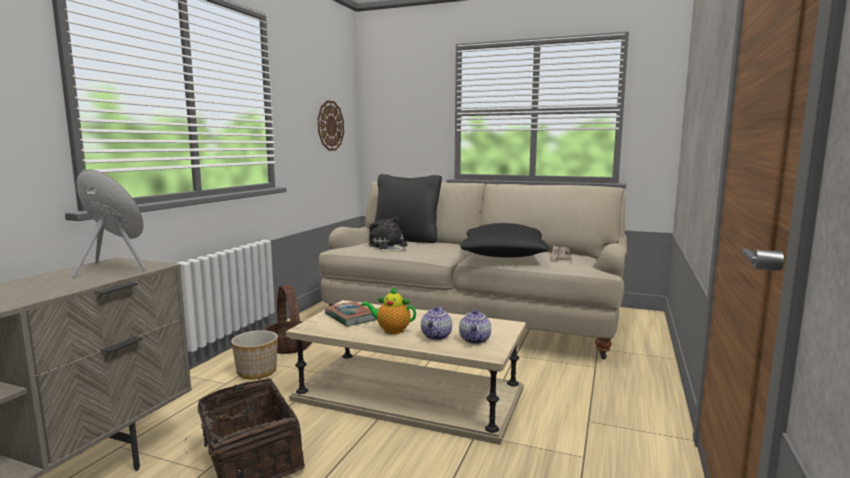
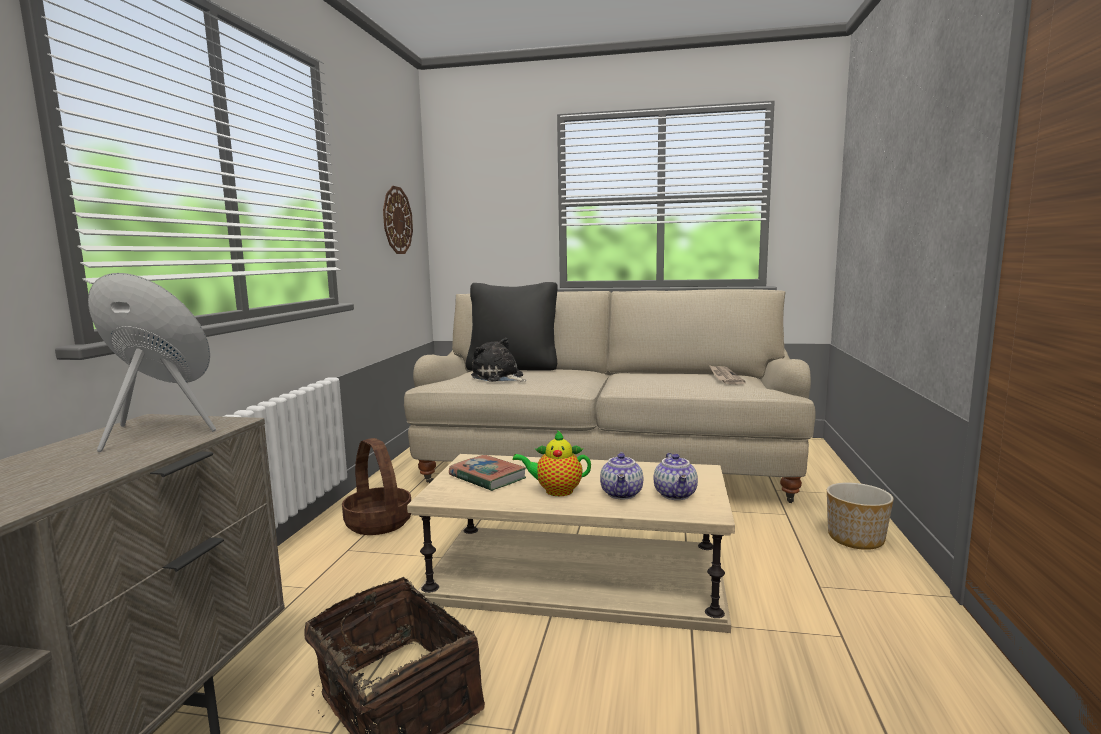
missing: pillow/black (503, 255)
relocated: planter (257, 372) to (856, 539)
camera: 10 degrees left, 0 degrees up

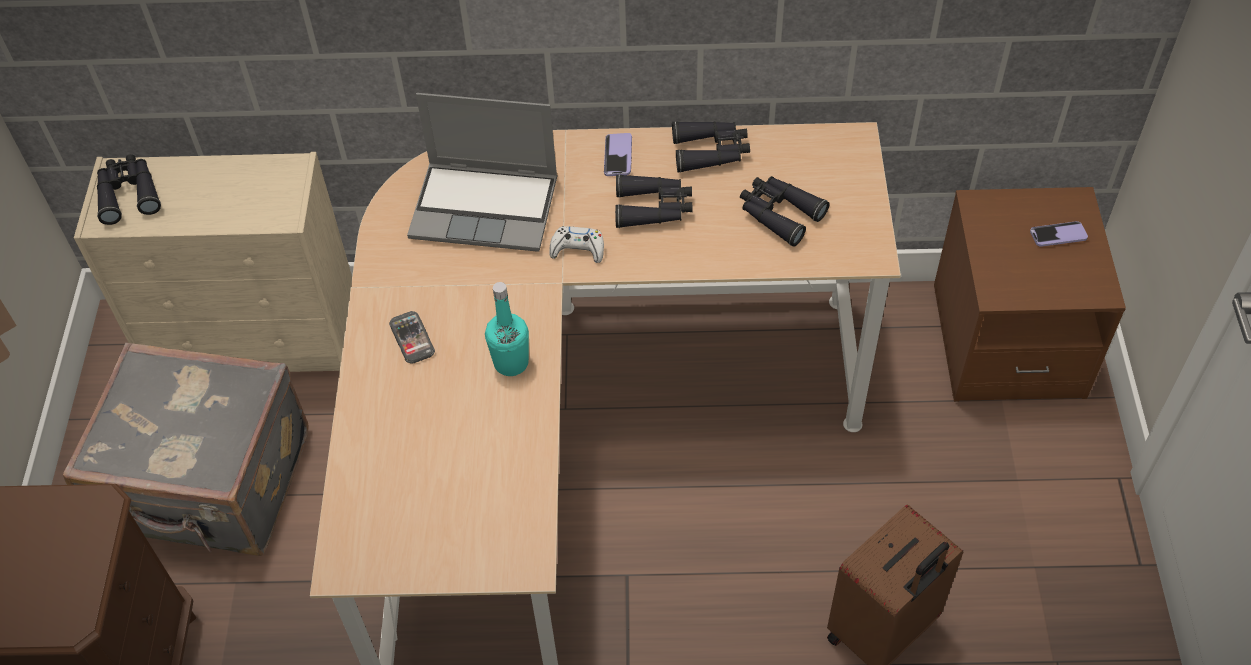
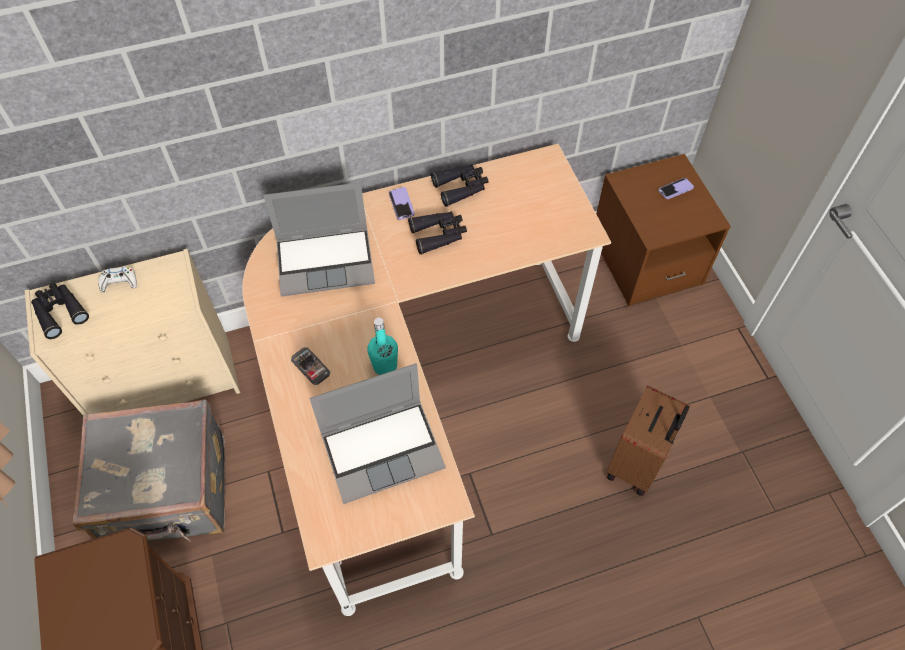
missing: binoculars/black (779, 214)
appeared: laptop (383, 449)
relocated: game controller/white (578, 249) to (119, 282)
camera: 20 degrees left, 5 degrees up

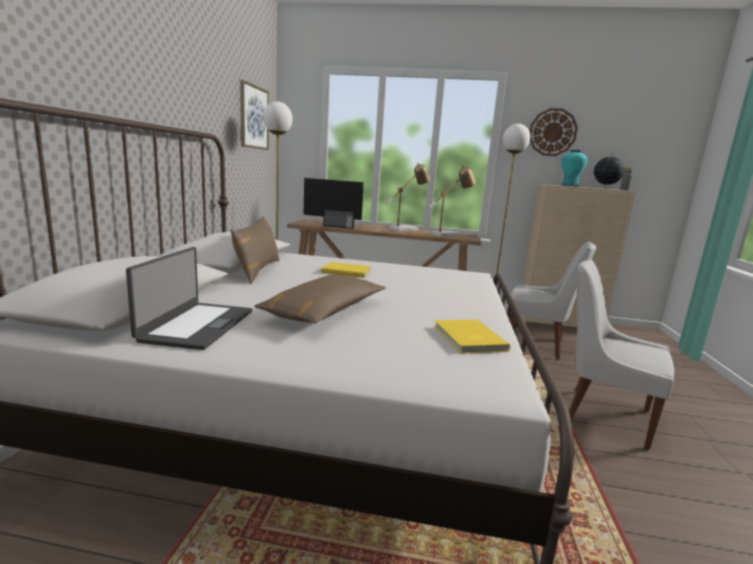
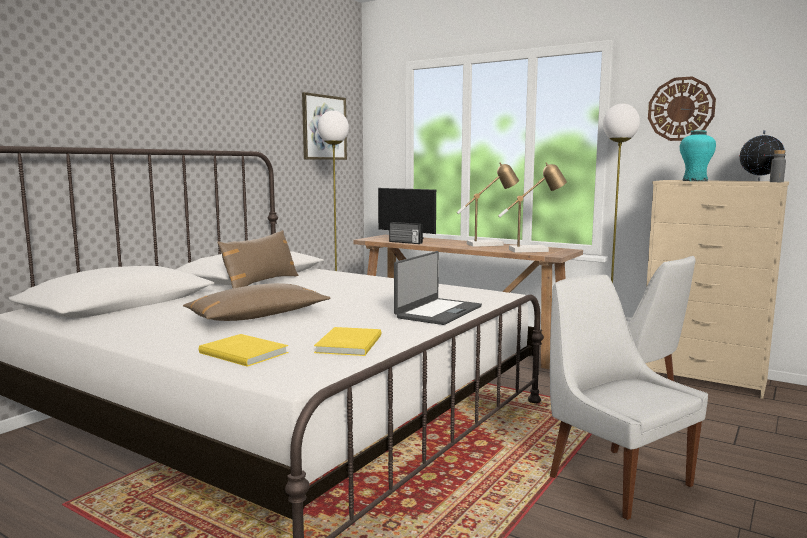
relocated: laptop (197, 325) to (438, 312); book/yellow (346, 271) to (244, 352)
camera: 25 degrees right, 5 degrees down

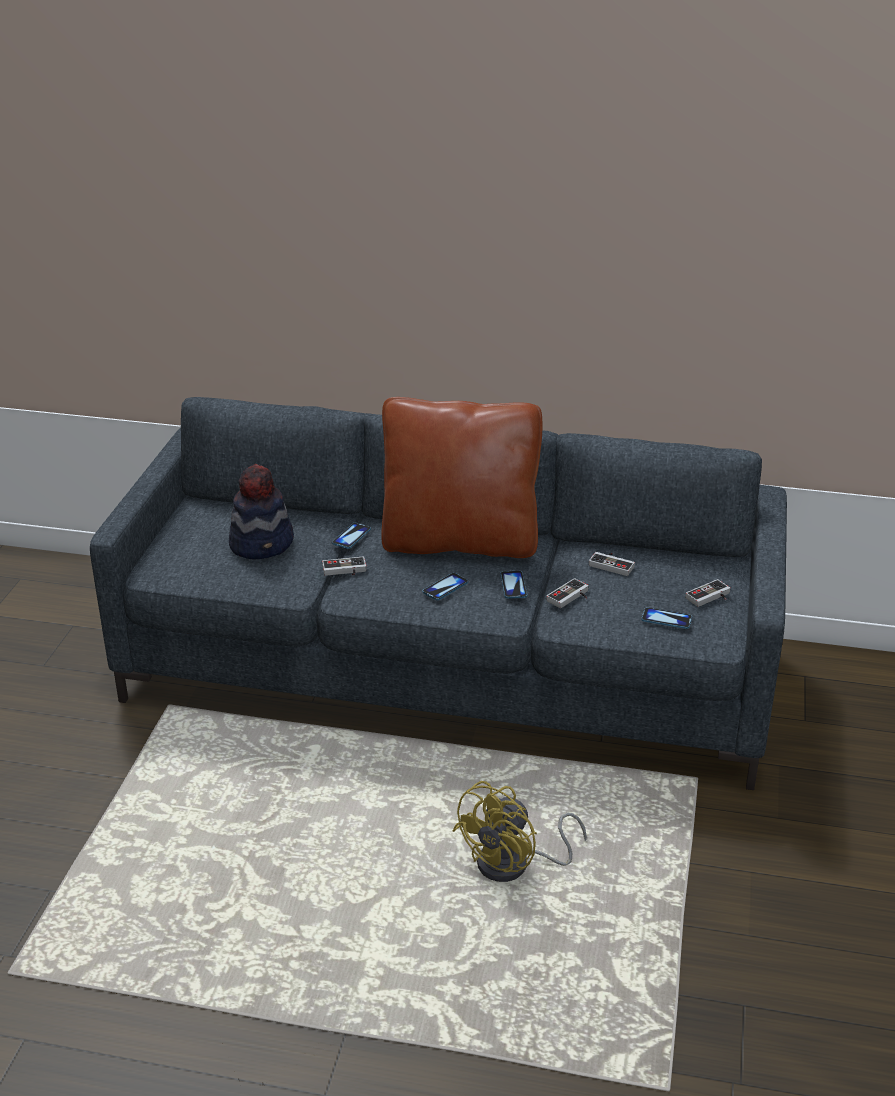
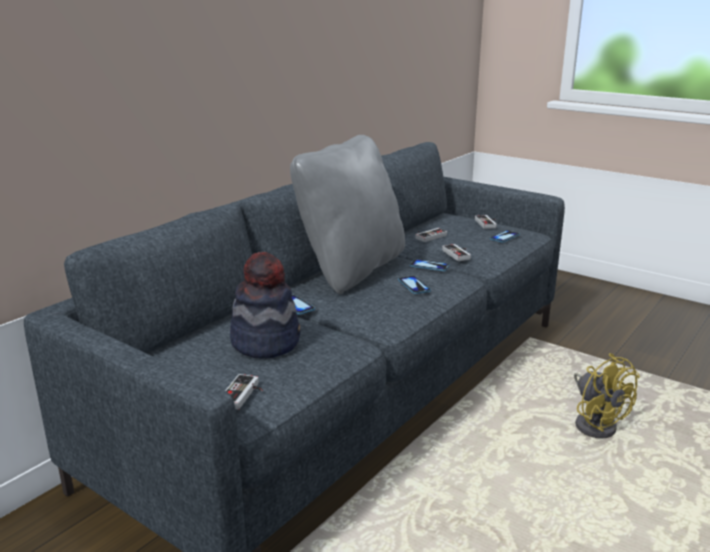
relocated: game controller (344, 571) to (244, 395)
colour: pillow/brown (460, 542) to pillow/grey (352, 270)
camera: 65 degrees left, 10 degrees down

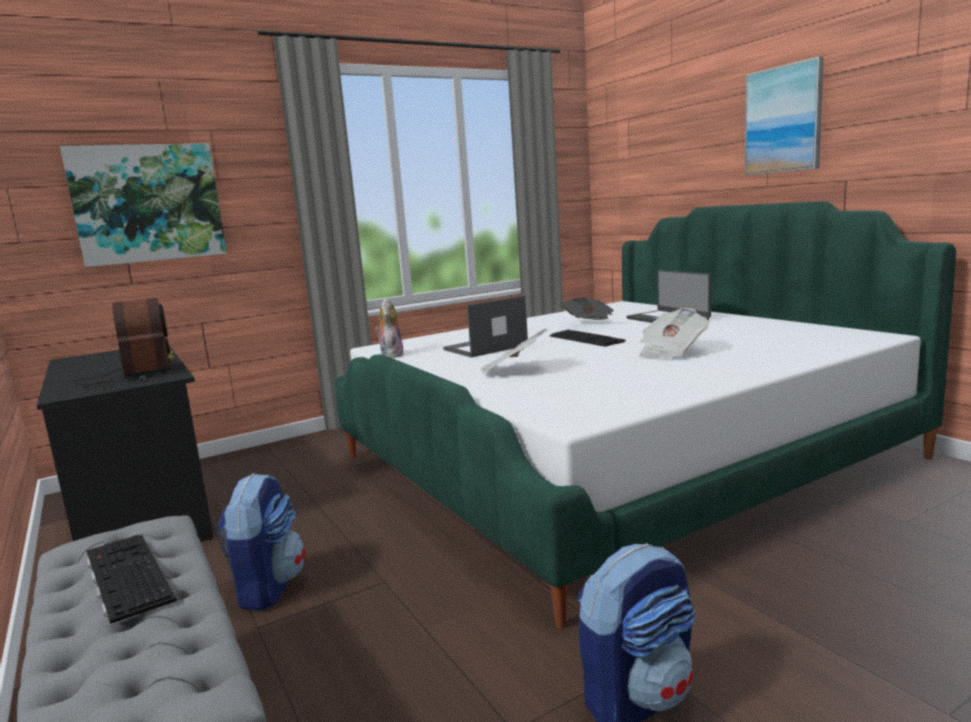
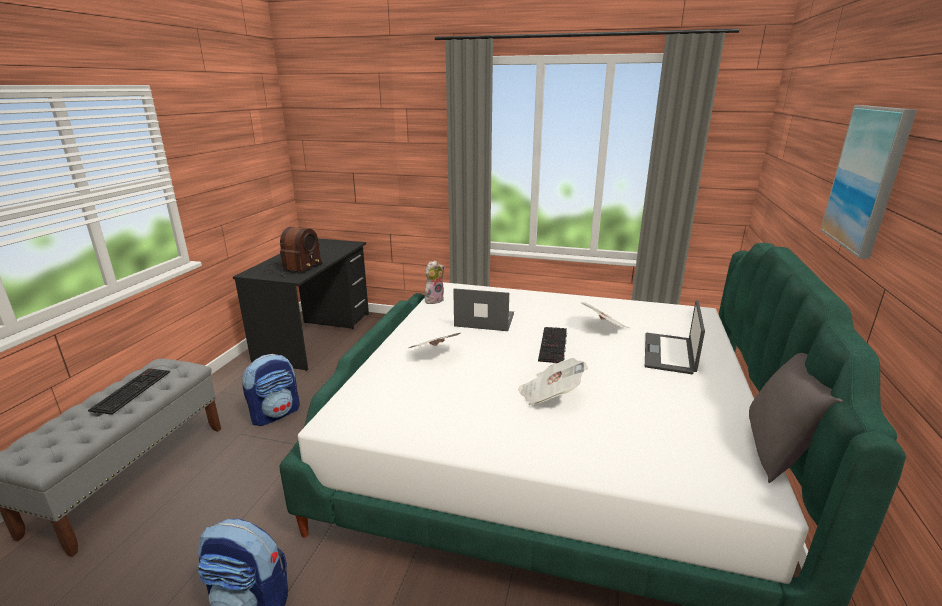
missing: picture (148, 203)
appeared: pillow/grey (777, 451)
camera: 45 degrees right, 10 degrees up

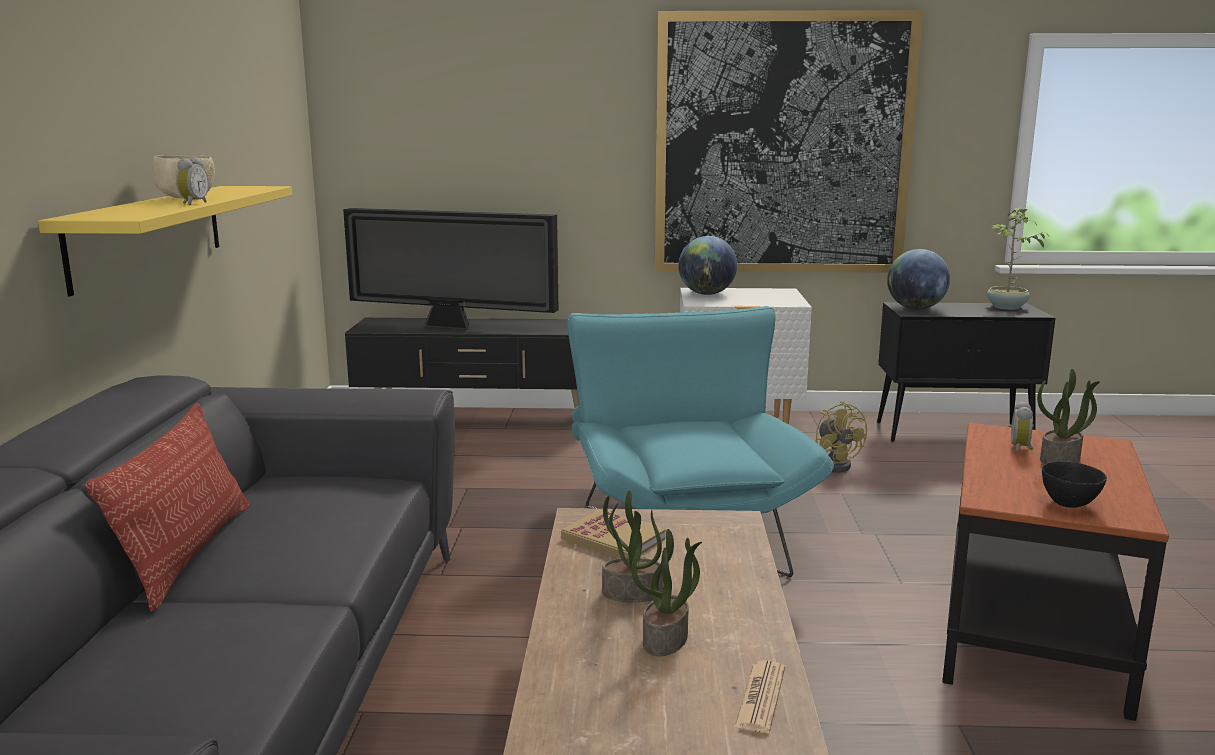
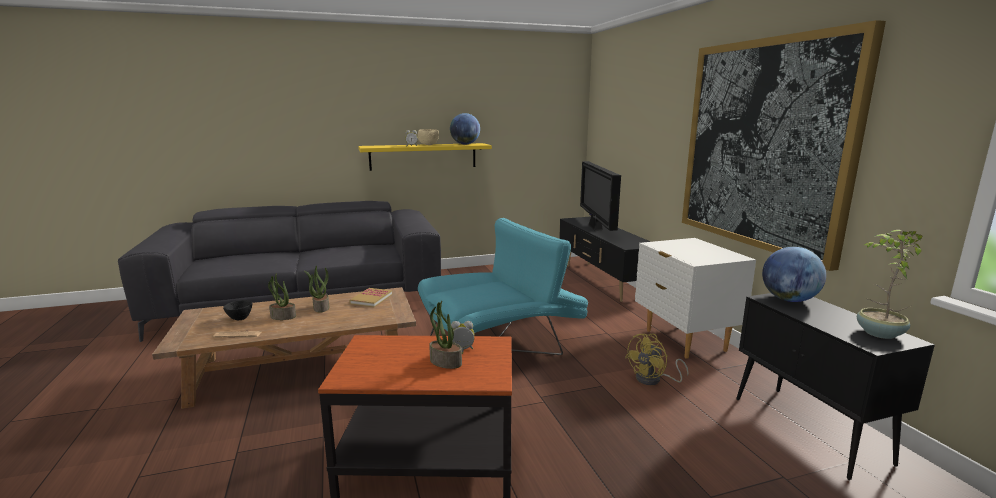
missing: pillow (188, 553)
relocated: globe (706, 294) to (465, 144); bowl/black (1069, 504) to (240, 319)
camera: 70 degrees right, 0 degrees up

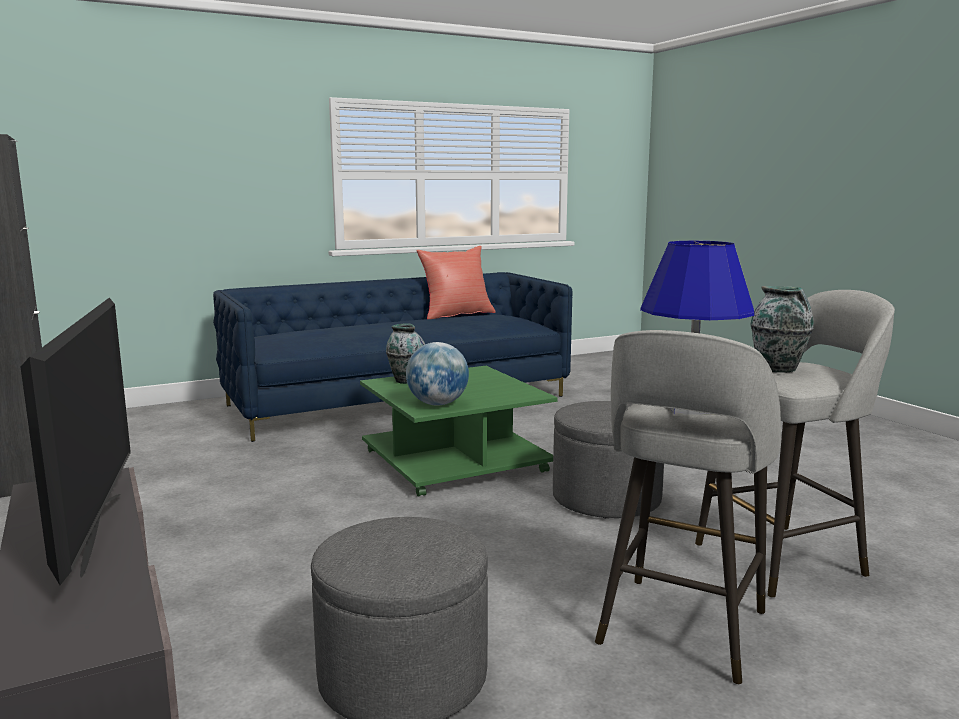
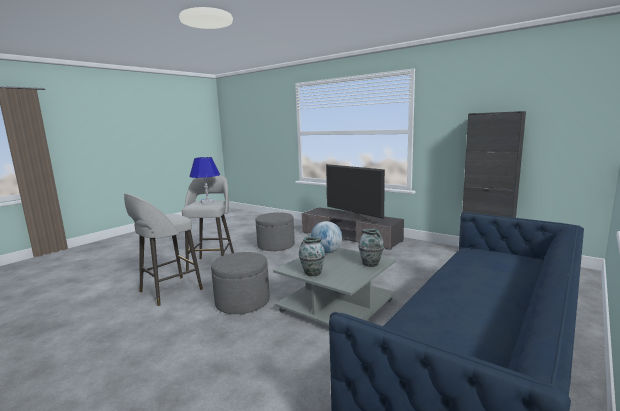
missing: pillow/red (456, 315)
relocated: vase (778, 369) to (312, 273)
colour: coffee table/green (456, 460) to coffee table/grey (337, 307)
camera: 155 degrees right, 0 degrees up

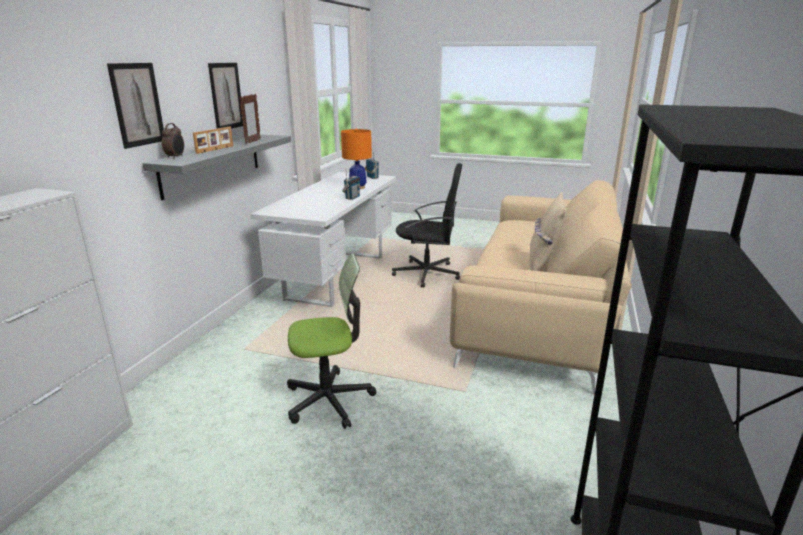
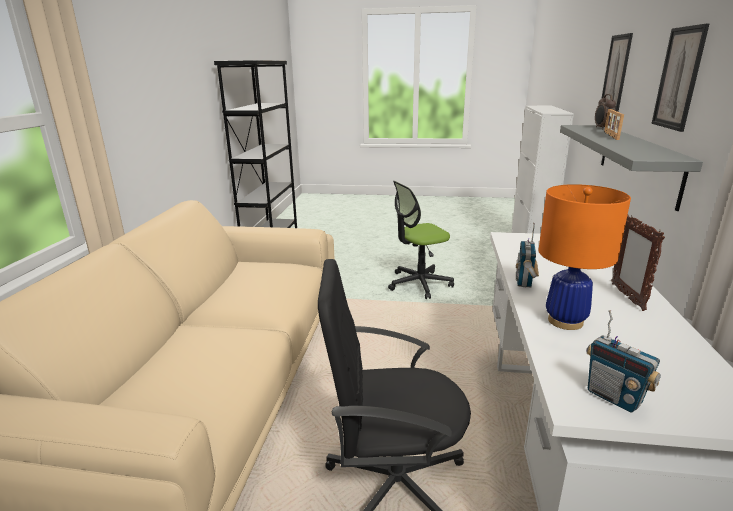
missing: pillow/beige (543, 263)
relocated: picture frame (252, 142) to (627, 296)
camera: 170 degrees right, 0 degrees up

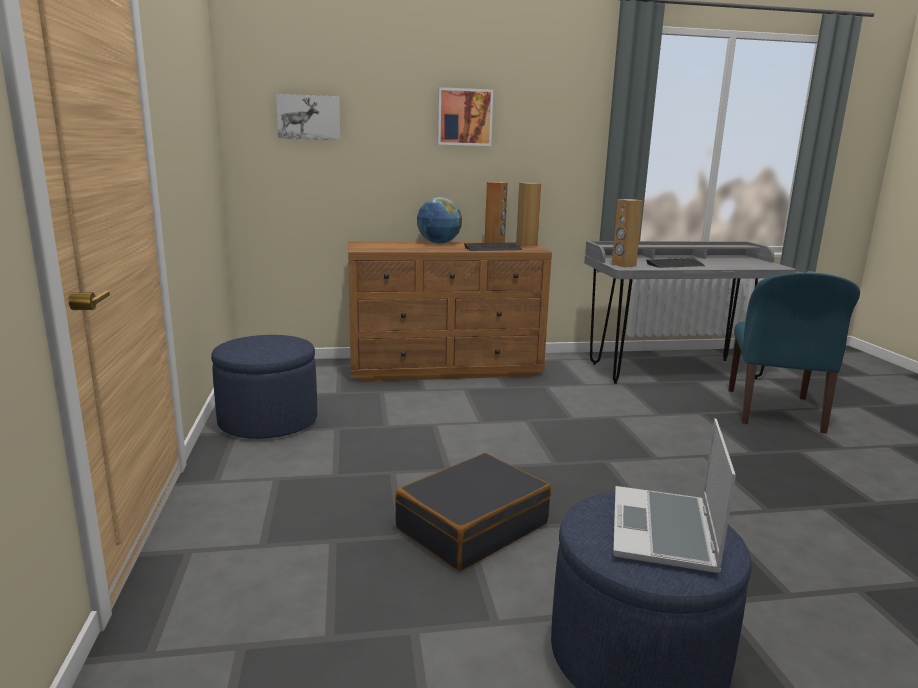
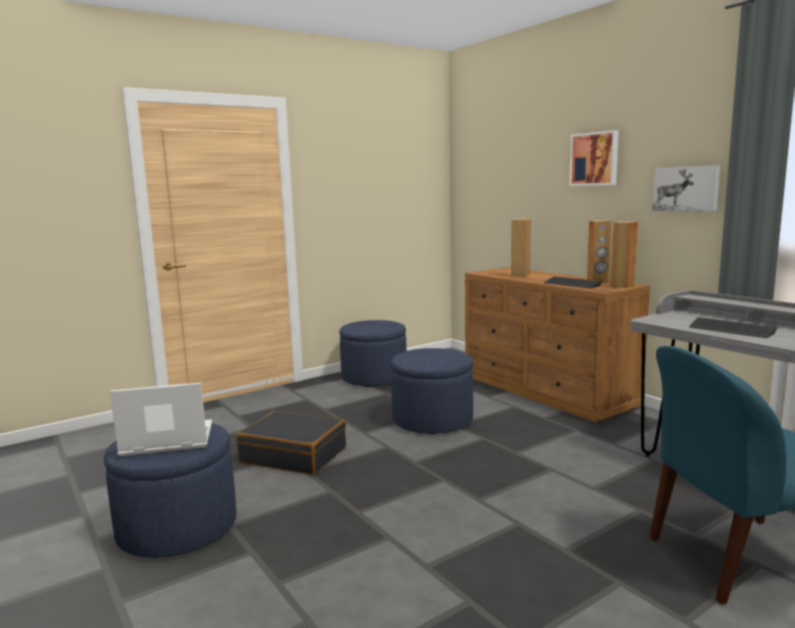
missing: globe (439, 243)
appeared: ottoman/blue (432, 420)
relocated: picture (309, 117) to (686, 189); speaker/brown (623, 265) to (520, 275)
camera: 65 degrees right, 5 degrees down

